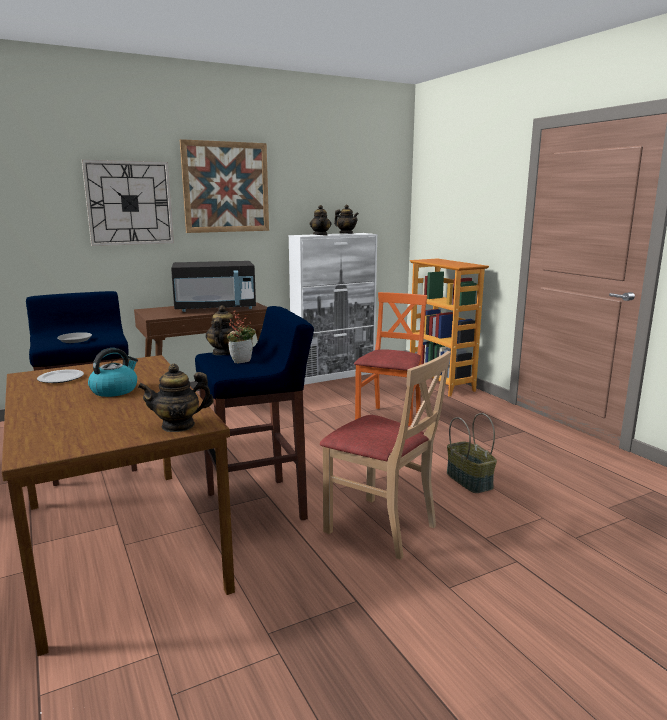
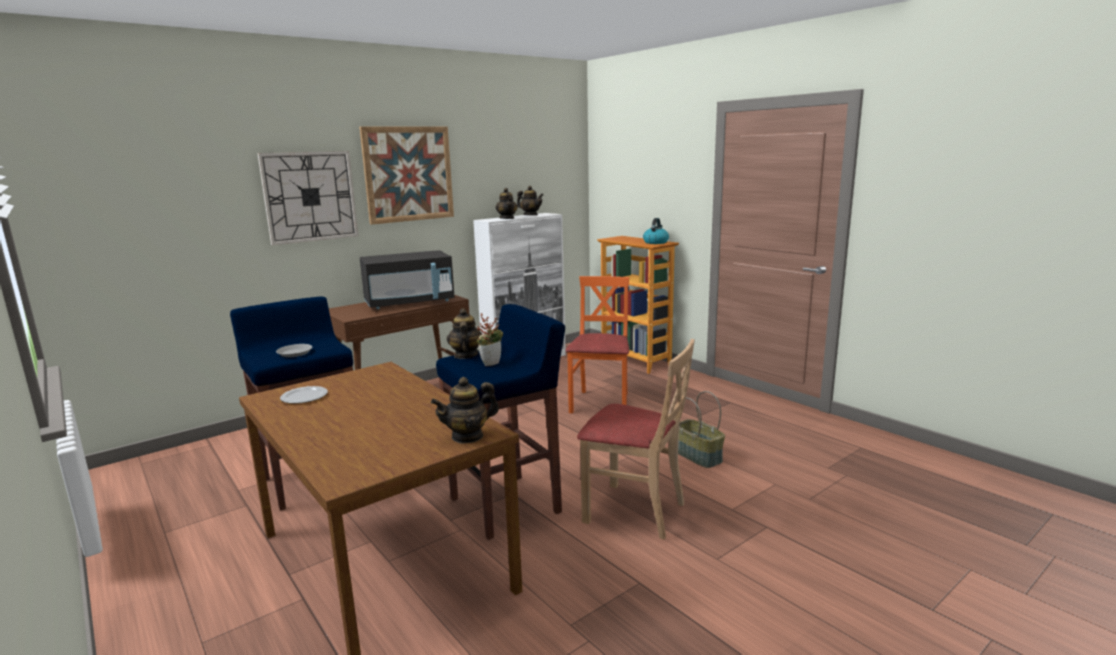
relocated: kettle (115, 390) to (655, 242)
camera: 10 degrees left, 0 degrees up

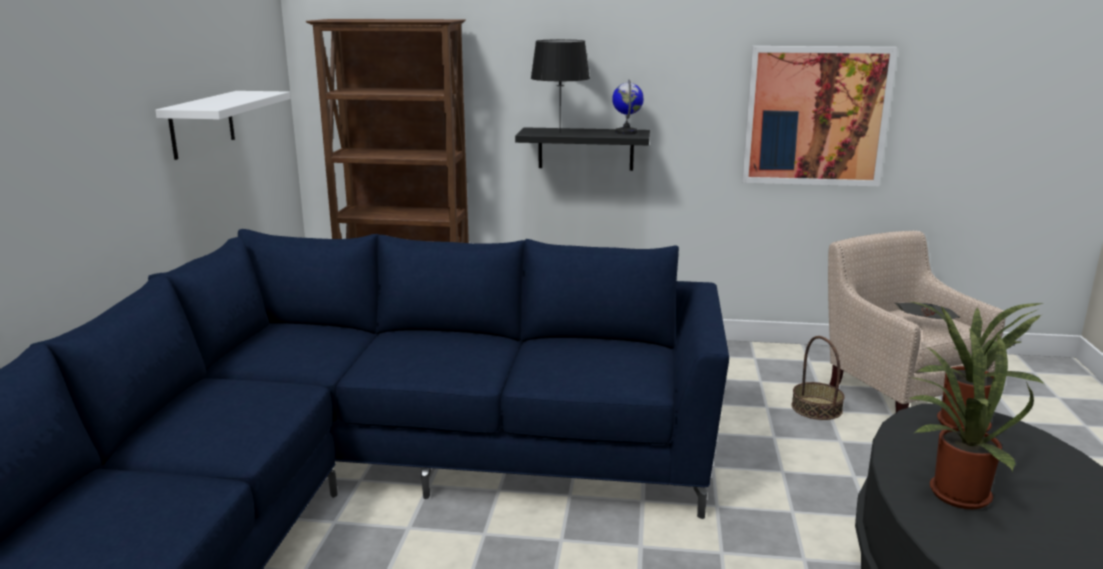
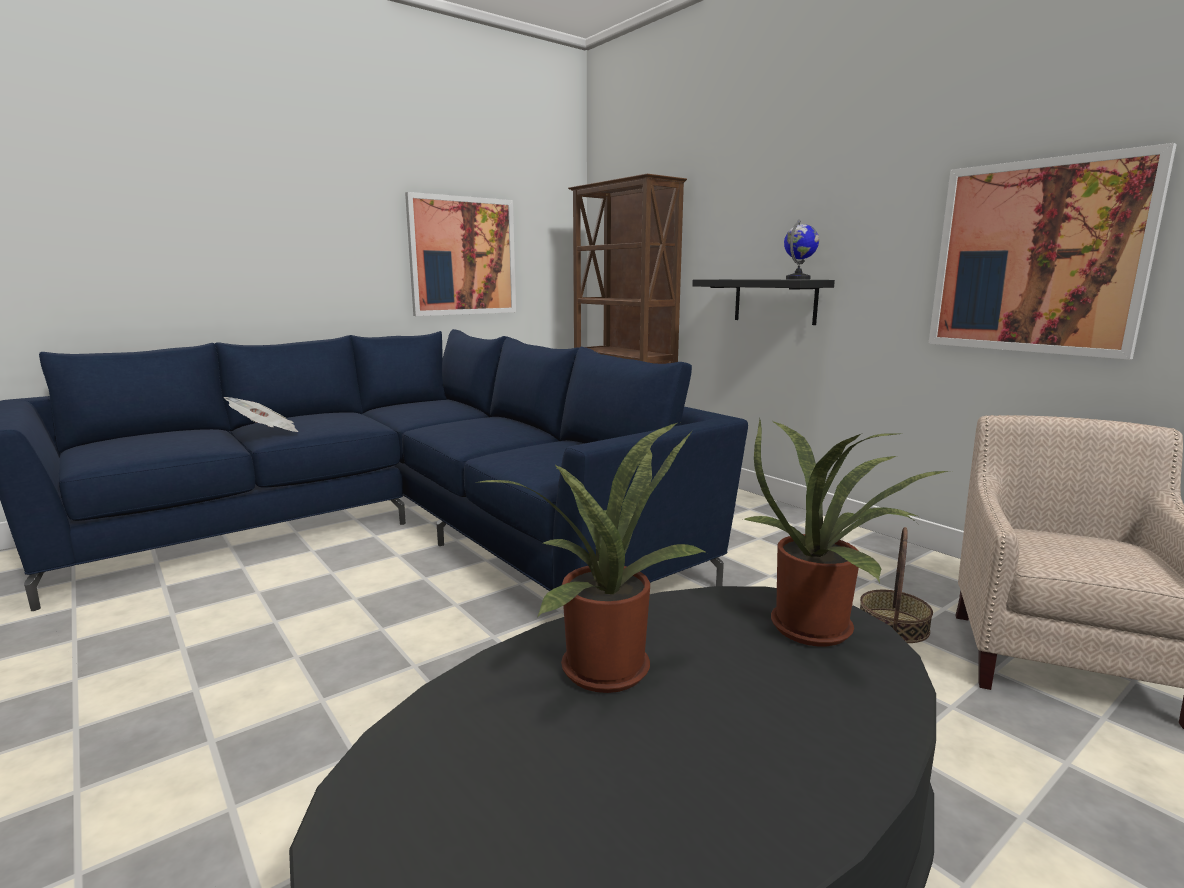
missing: table lamp/black (560, 132)
relocated: newspaper (924, 327) to (266, 432)
exchanged: shelf/white (202, 124) to picture (463, 256)
camera: 45 degrees right, 5 degrees down

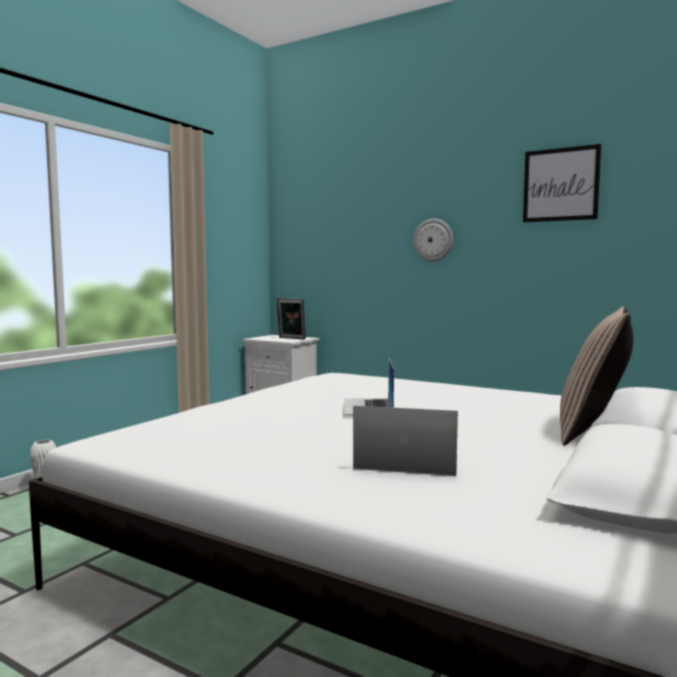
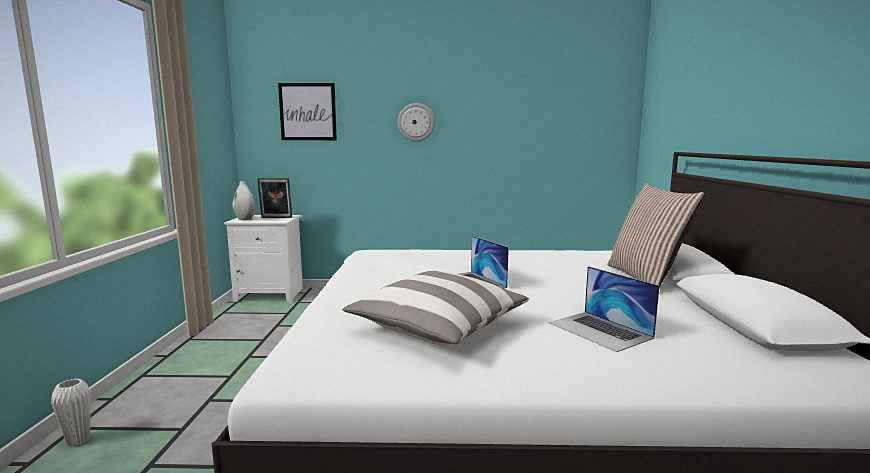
appeared: vase/white (244, 219); pillow (439, 328)
relocated: picture (560, 184) to (308, 112)
spun: laptop (406, 461) = (600, 330) 105 degrees counterclockwise
camera: 30 degrees left, 5 degrees up

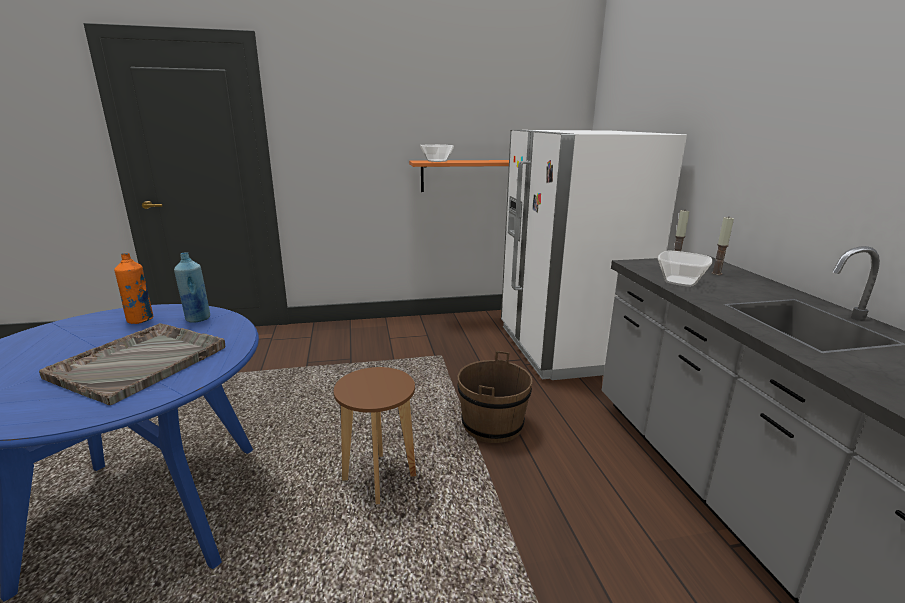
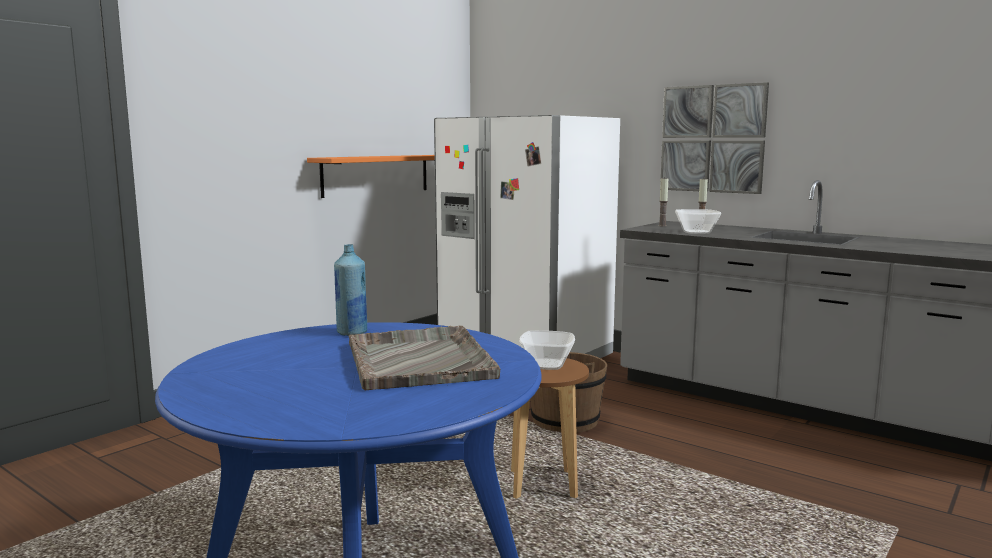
missing: bottle/orange (140, 320)
appeared: picture (712, 139)
relocated: bowl (436, 161) to (546, 365)
camera: 40 degrees left, 10 degrees down

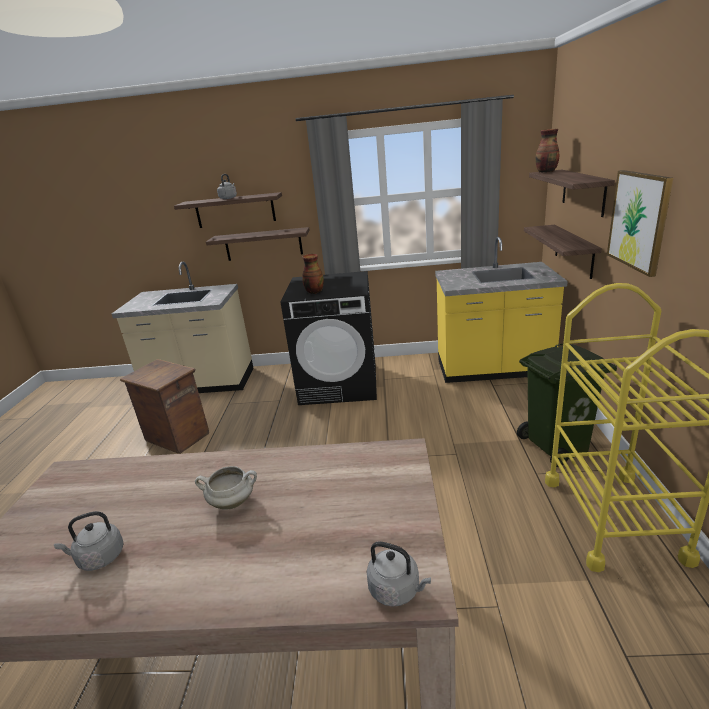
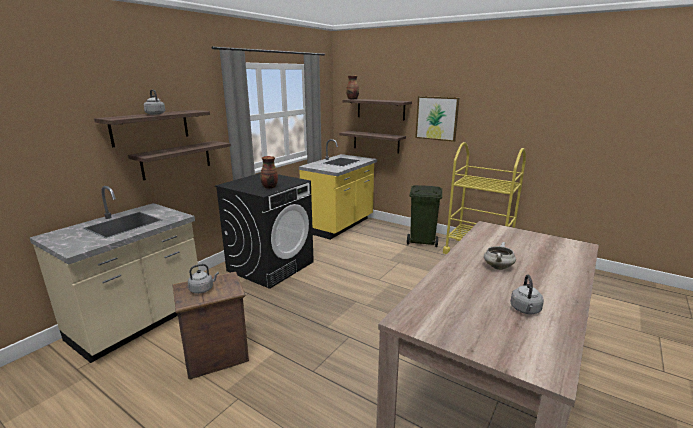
relocated: kettle/grey (397, 590) to (203, 289)
camera: 60 degrees left, 5 degrees down

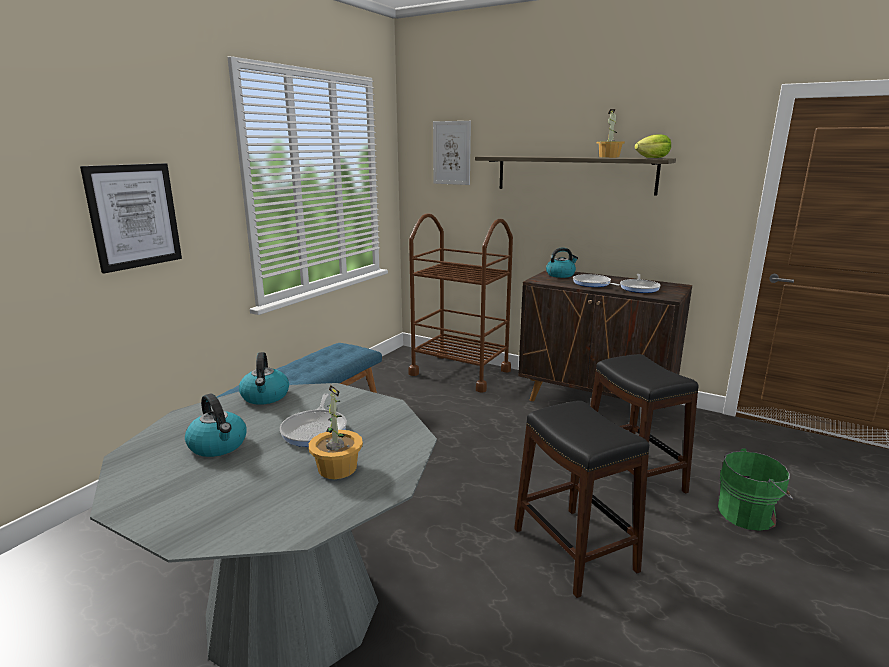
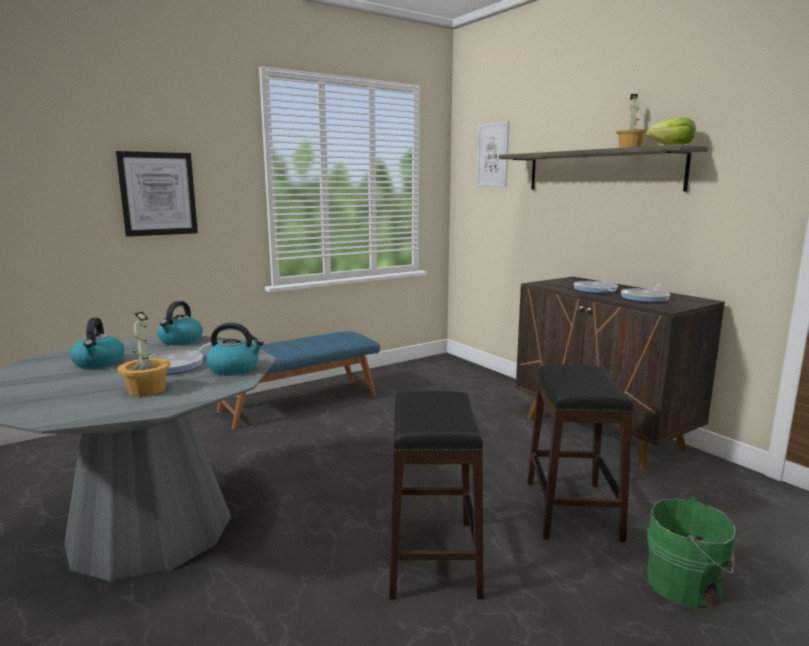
missing: cart/brown (460, 372)
relocated: kettle (560, 275) to (235, 369)
camera: 25 degrees right, 5 degrees down

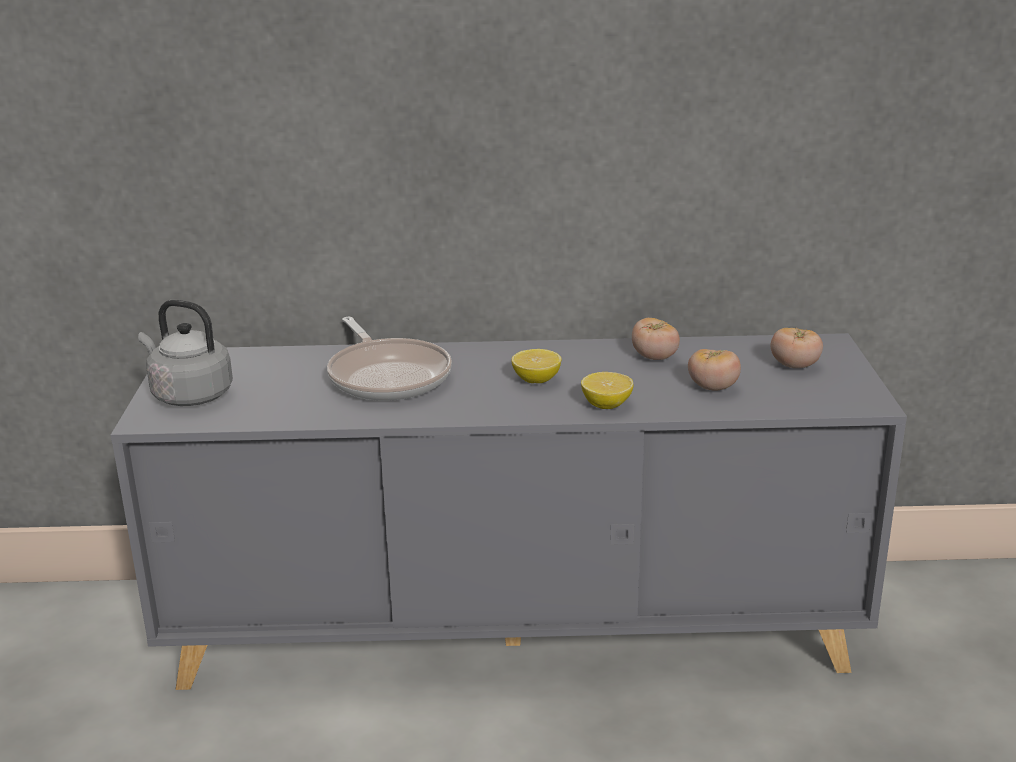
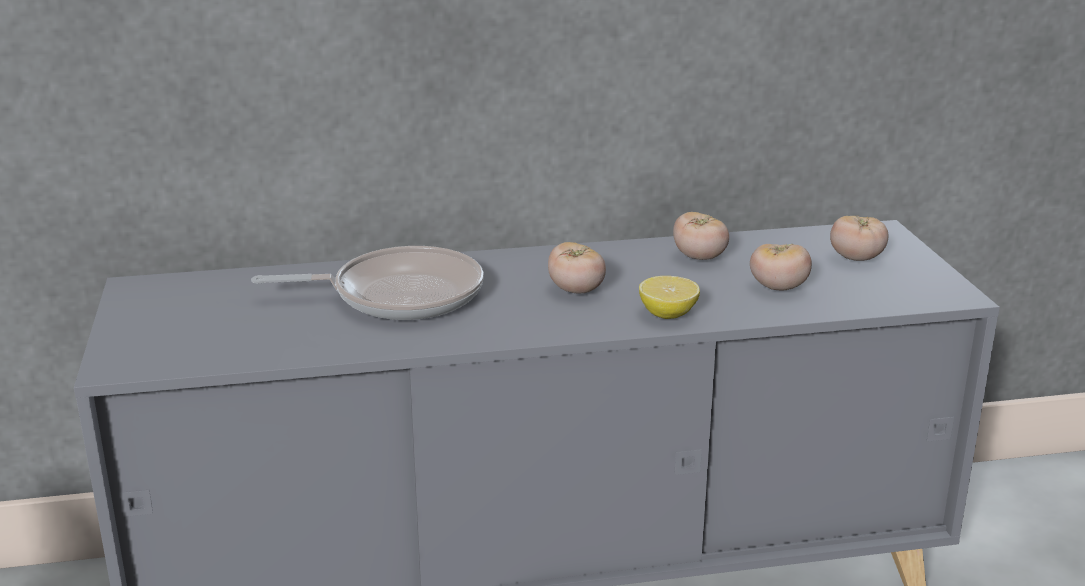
missing: kettle/grey (189, 395)
exchanged: lemon (536, 380) to tomato (576, 290)
spun: frying pan (387, 376) = (399, 295) 60 degrees counterclockwise
camera: 10 degrees left, 0 degrees up

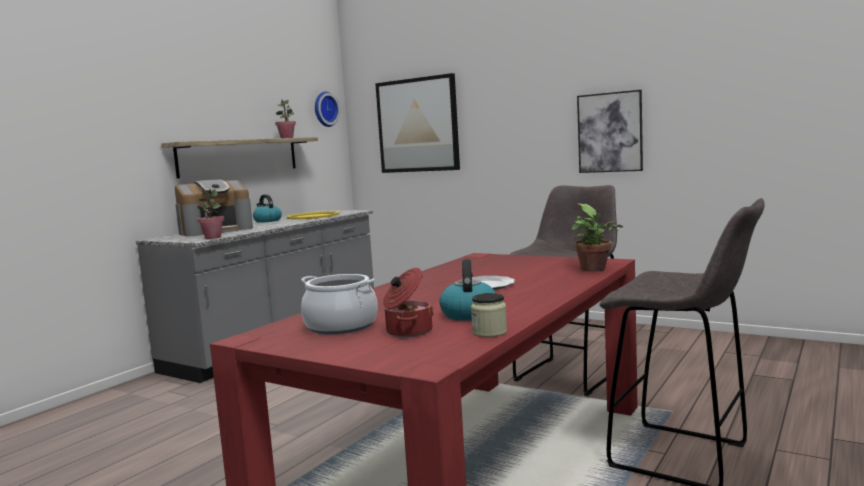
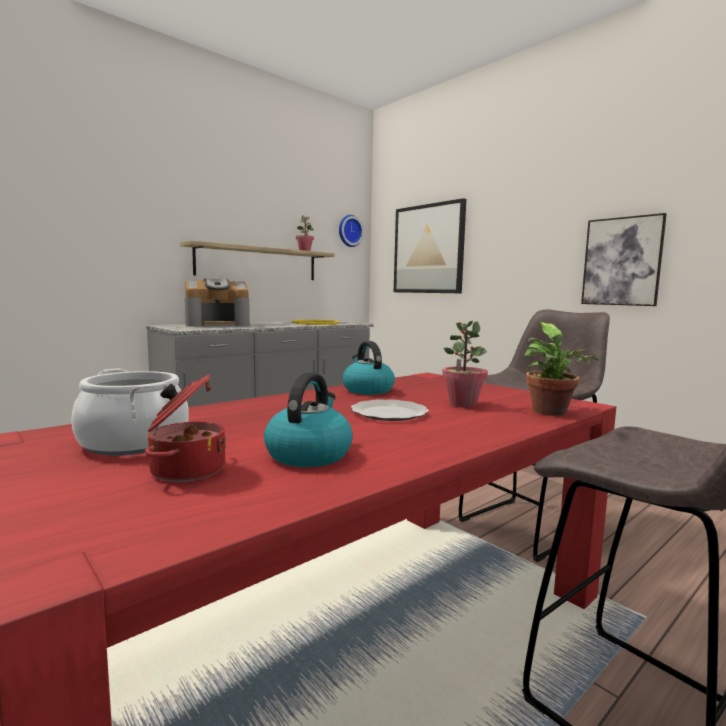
missing: jar (489, 332)
relocated: potted plant (212, 237) to (462, 404); kettle (267, 221) to (367, 390)
camera: 15 degrees right, 0 degrees up

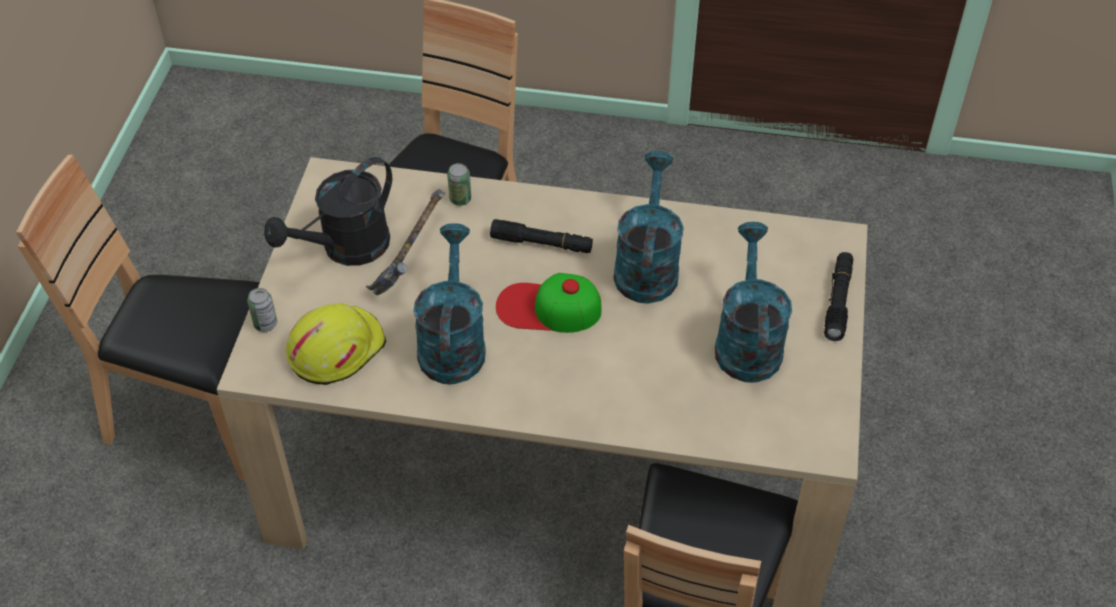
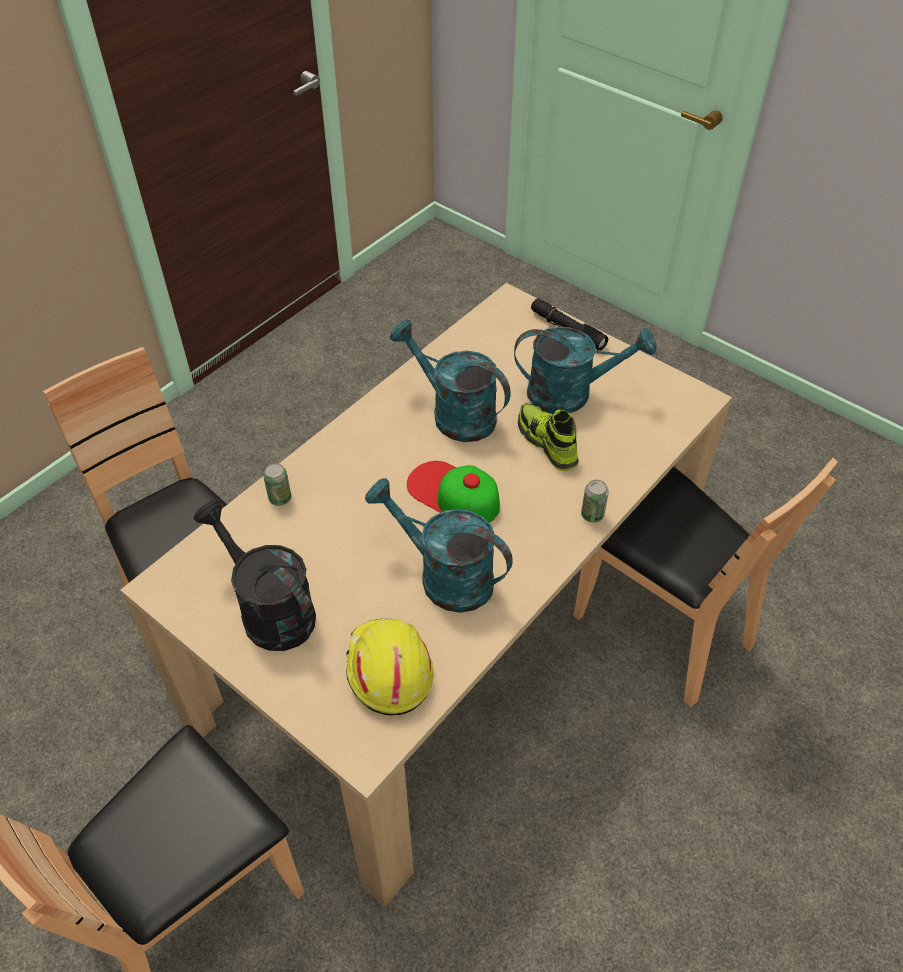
missing: hammer (412, 261); flashlight/black (542, 244)
appeared: shoe (547, 443)
relocated: can (265, 324) to (592, 515)
spun: watering can/black (346, 249) = (269, 610) 150 degrees clockwise; watering can/turquoise (747, 341) = (571, 393) 150 degrees clockwise; cap (548, 308) = (453, 494) 90 degrees clockwise
camera: 60 degrees left, 0 degrees up

